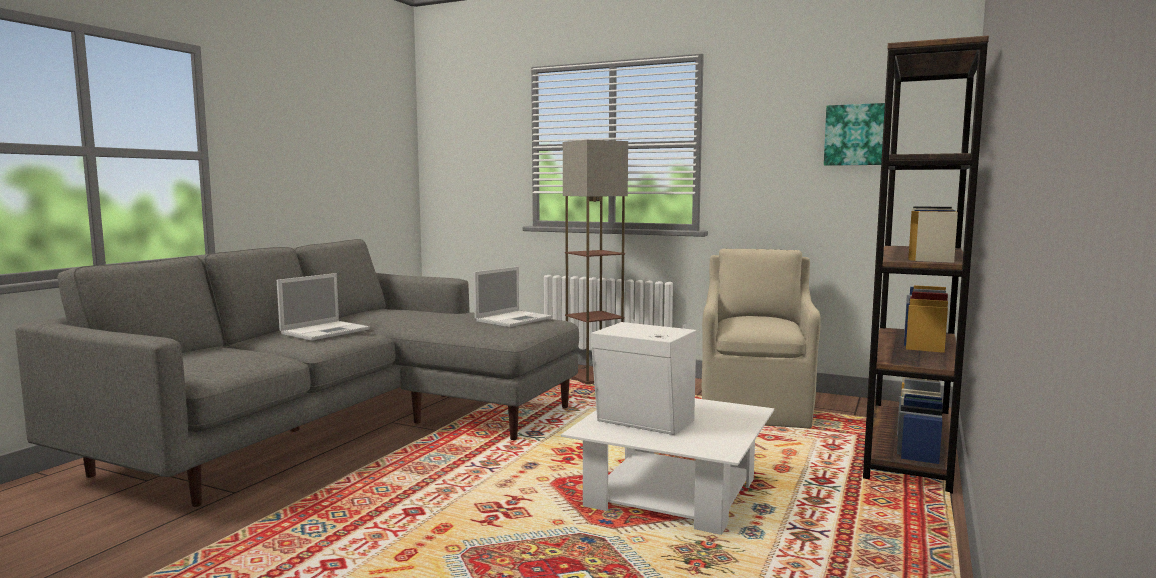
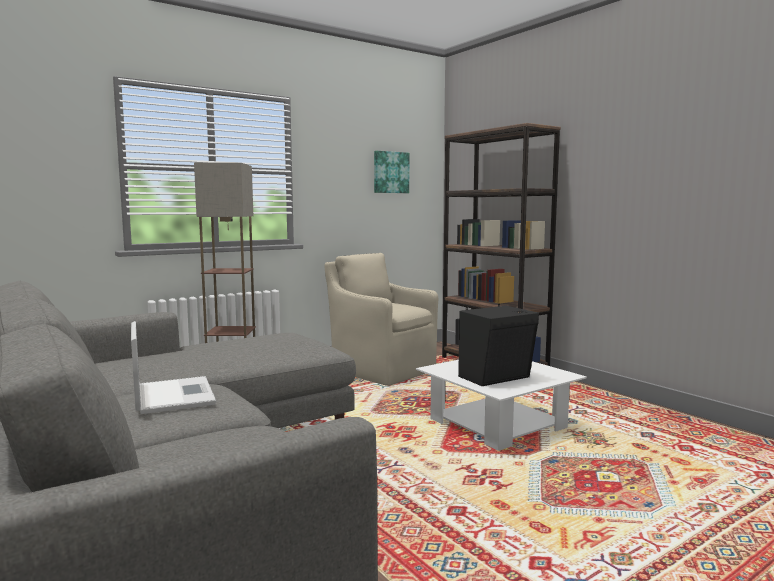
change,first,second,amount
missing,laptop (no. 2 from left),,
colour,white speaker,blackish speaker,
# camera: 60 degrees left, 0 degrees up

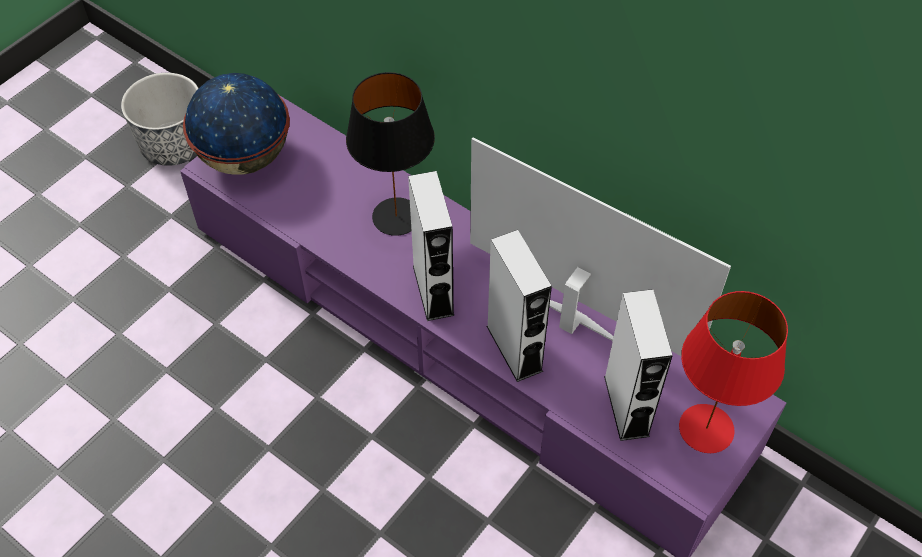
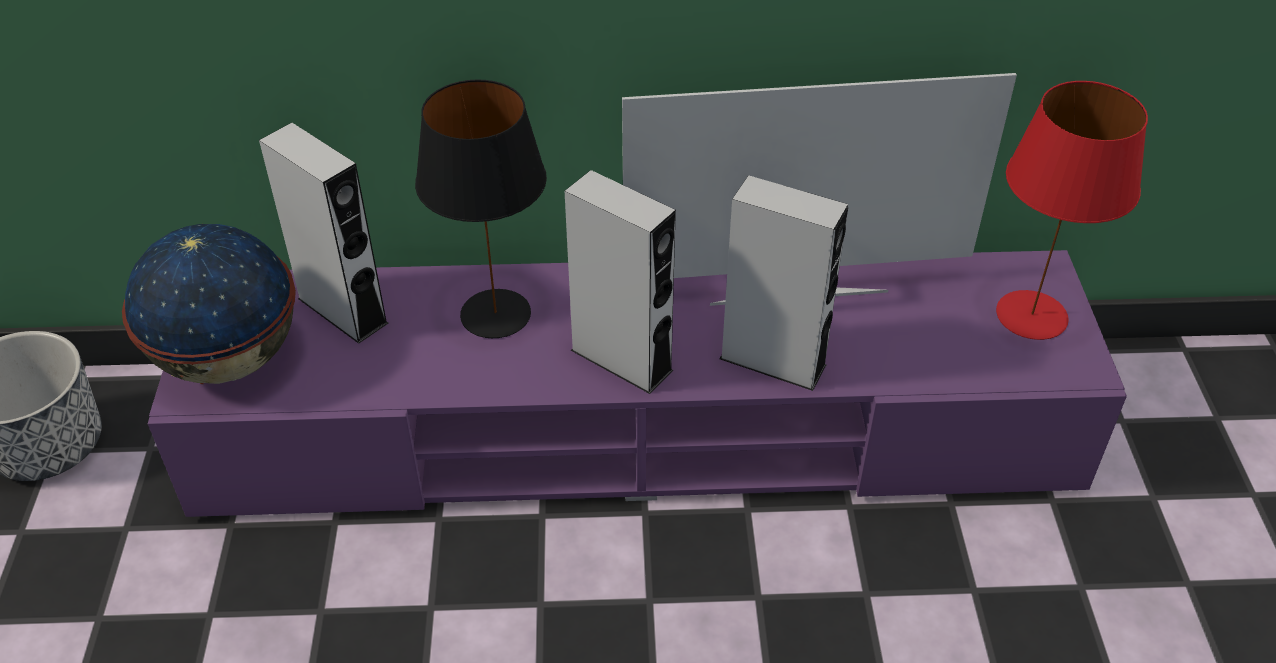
change,first,second,amount
relocated,grey speaker (no. 3 from left in the first image),grey speaker (no. 1 from left),
# camera: 40 degrees left, 10 degrees down

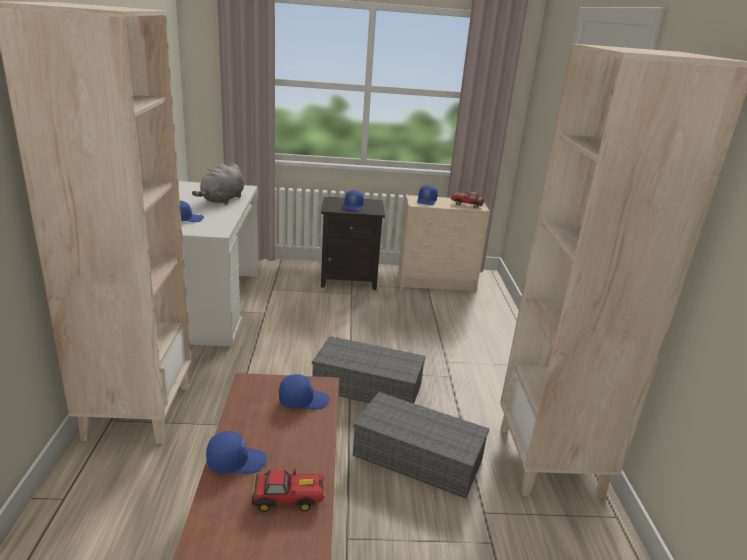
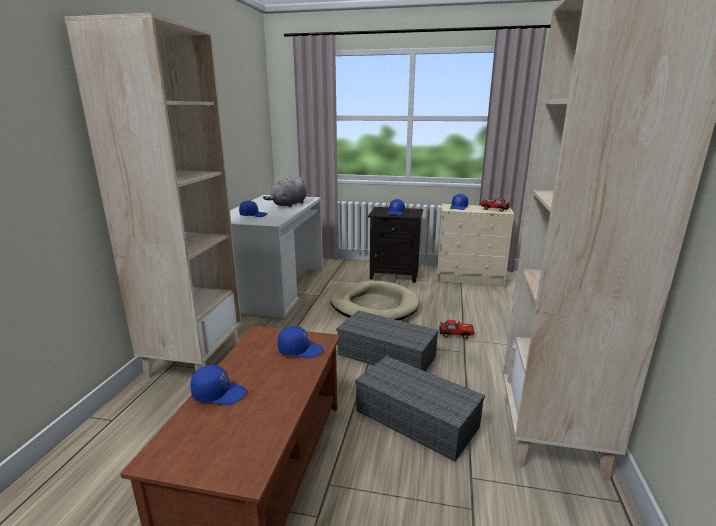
change,first,second,amount
relocated,miniature car (no. 1 from left),,
appeared,,beige-coloured dog bed,
# camera: 15 degrees right, 5 degrees down

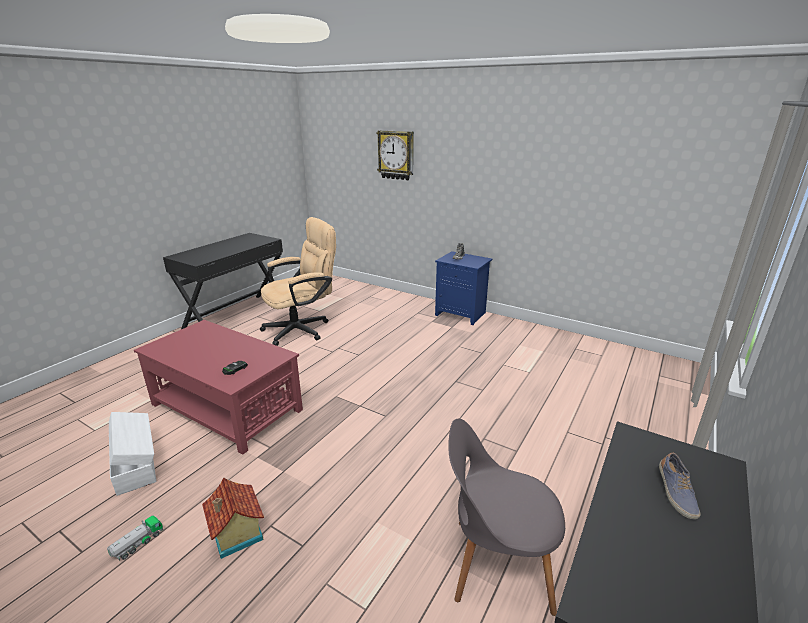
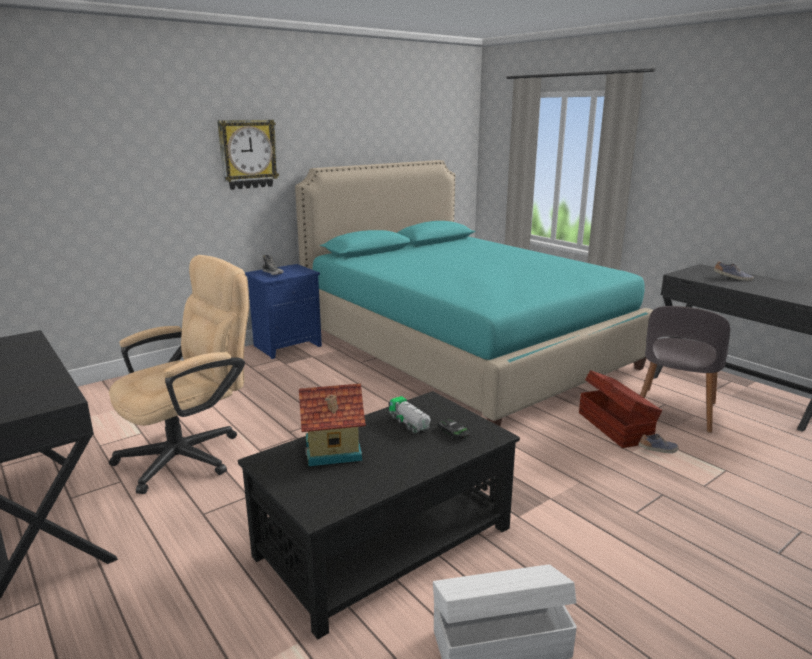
change,first,second,amount
relocated,clock on the wall,,
spun,beige-coloured computer chair,,60 degrees clockwise
colour,red low table,blackish low table,
relocated,toy house,,
relocated,model truck,,
appeared,,blue-green sleeping bed,
appeared,,brown-coloured storage container,
appeared,,item of footwear (no. 2 from left),
# camera: 70 degrees left, 5 degrees down

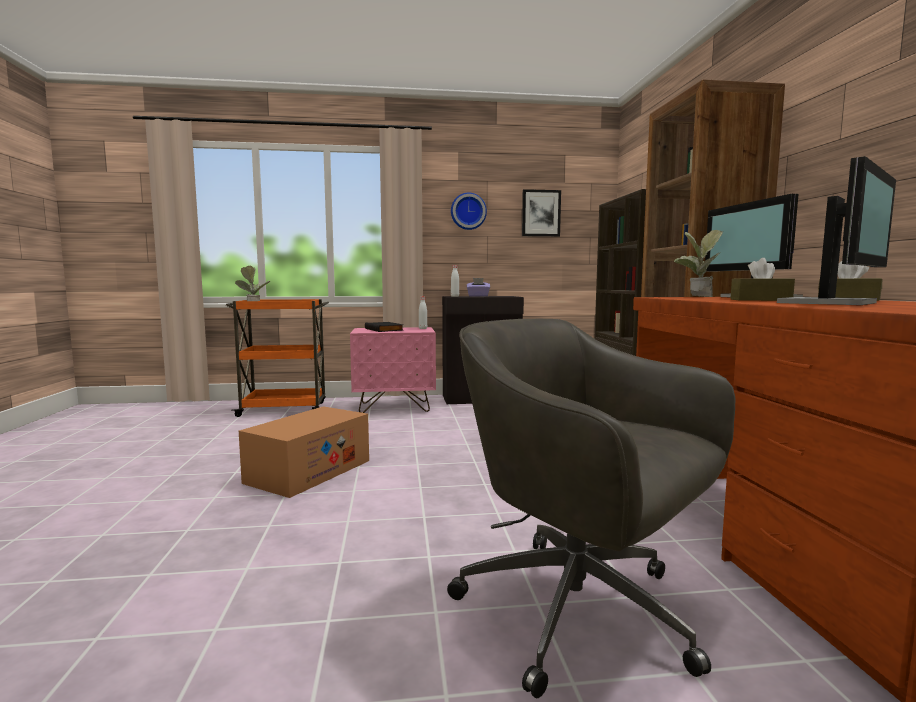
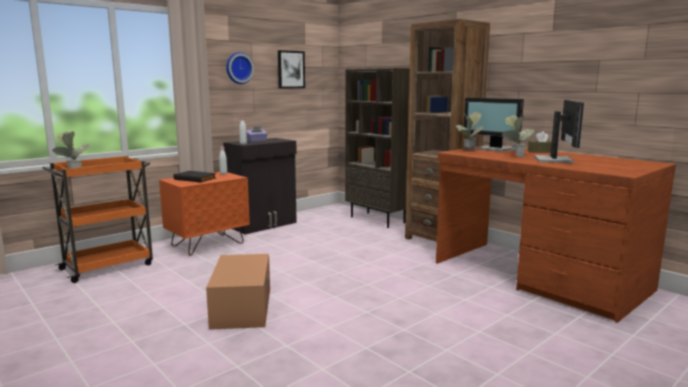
change,first,second,amount
exchanged,brown-coloured tissue holder (no. 1 from left),potted plant (no. 3 from left),
missing,grey computer chair,,
colour,pink bedside table,orange-coloured bedside table,
# camera: 35 degrees left, 5 degrees up

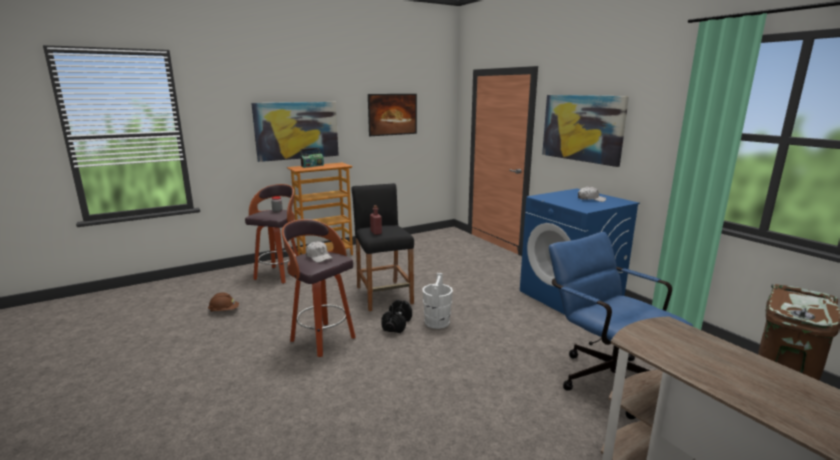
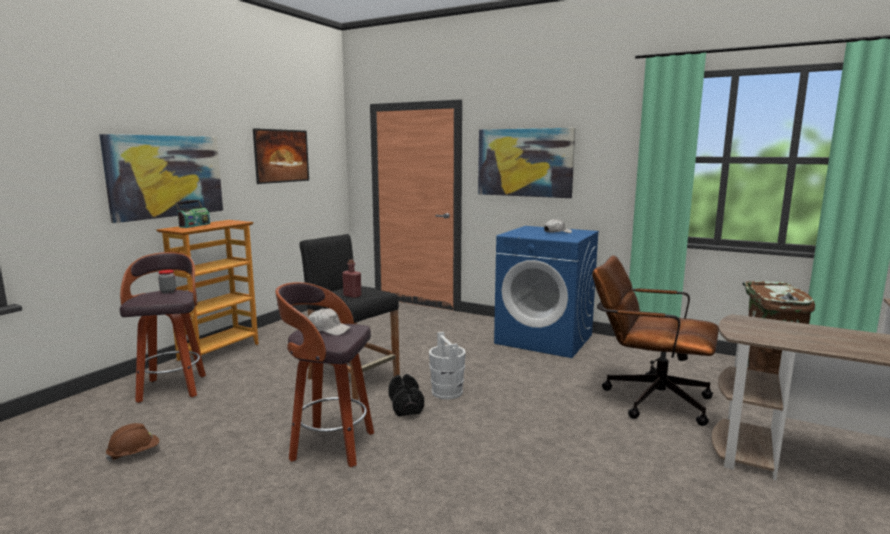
change,first,second,amount
colour,blue-coloured computer chair,brown-coloured computer chair,
# camera: 30 degrees left, 5 degrees down

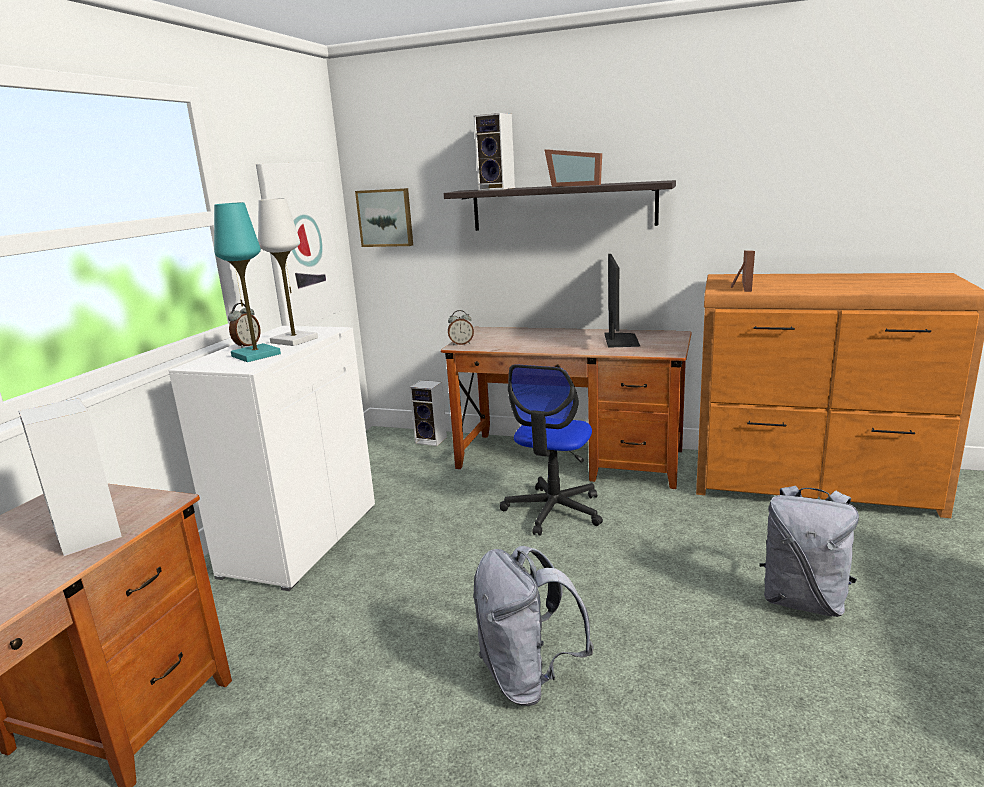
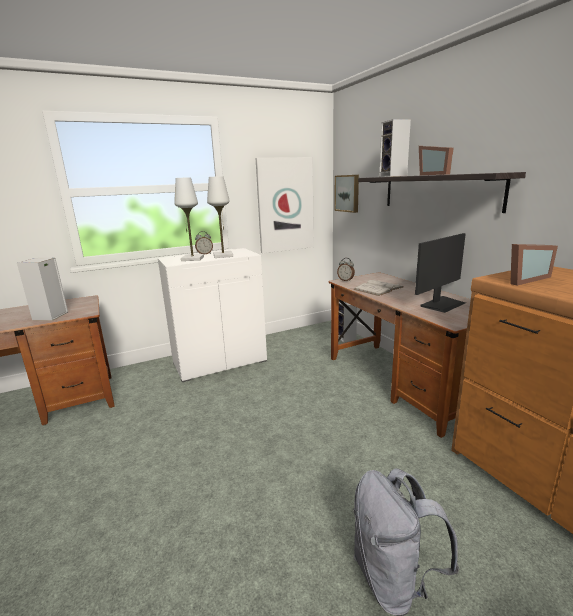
change,first,second,amount
colour,blue-green lamp for a table,white lamp for a table (no. 1 from left),
missing,computer chair,,
missing,grey knapsack (no. 1 from left),,
appeared,,white volume,
# camera: 45 degrees right, 0 degrees up

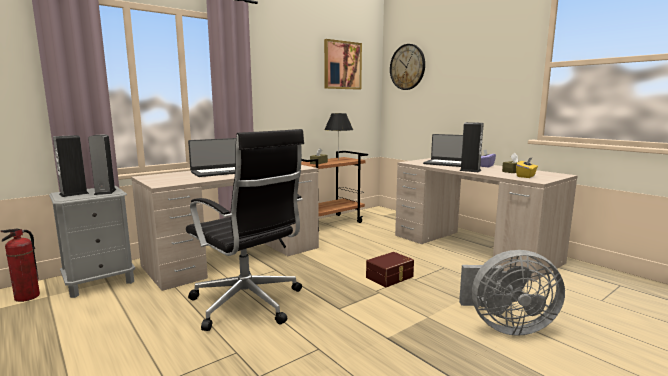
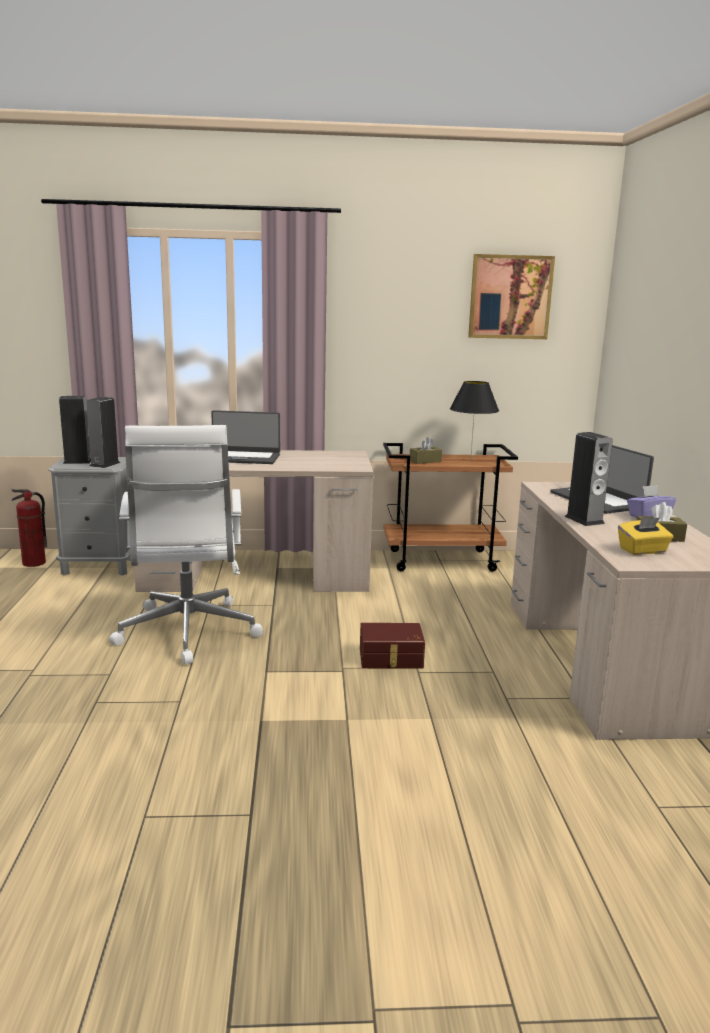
change,first,second,amount
missing,clock on the wall,,
colour,blackish computer chair,white computer chair,
missing,grey fan,,
# camera: 35 degrees right, 5 degrees up

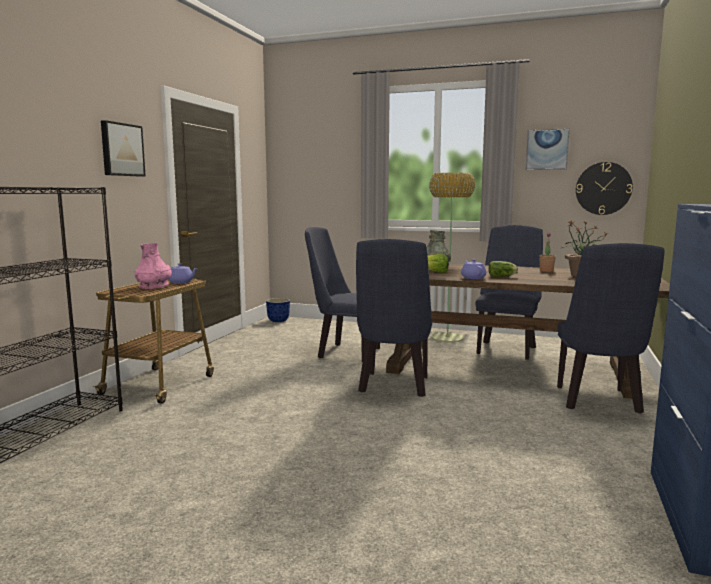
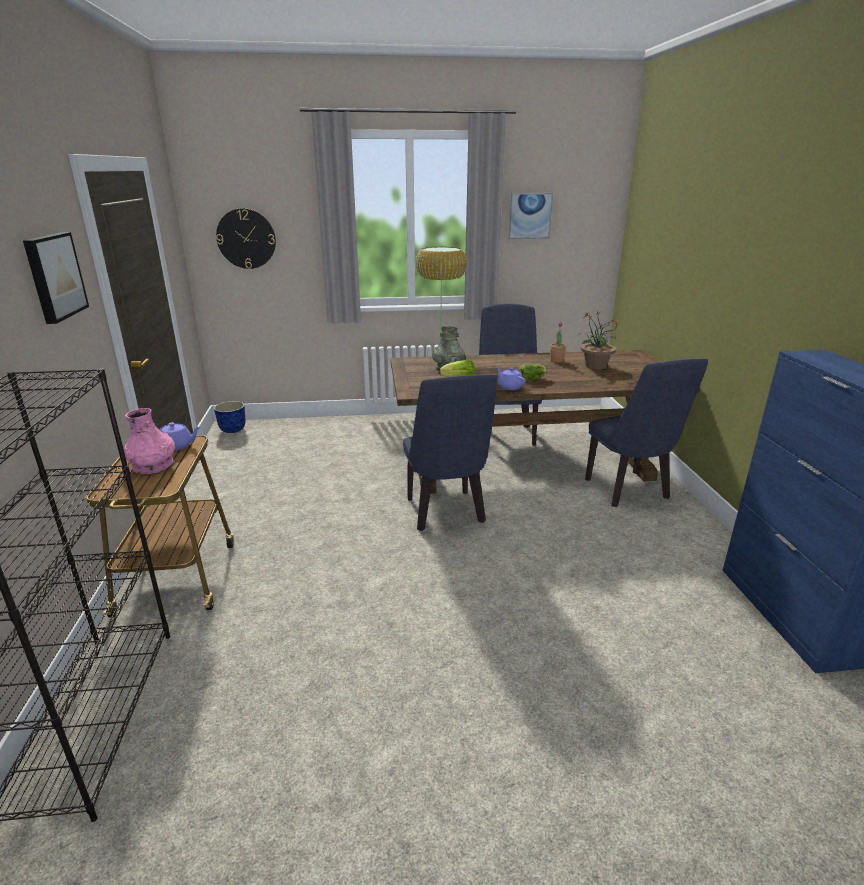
change,first,second,amount
relocated,clock on the wall,,
missing,blue-coloured plain chair (no. 1 from left),,
# camera: 25 degrees left, 15 degrees up

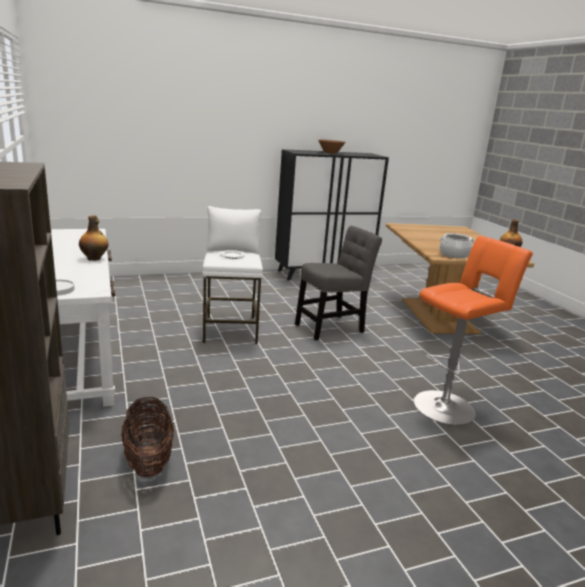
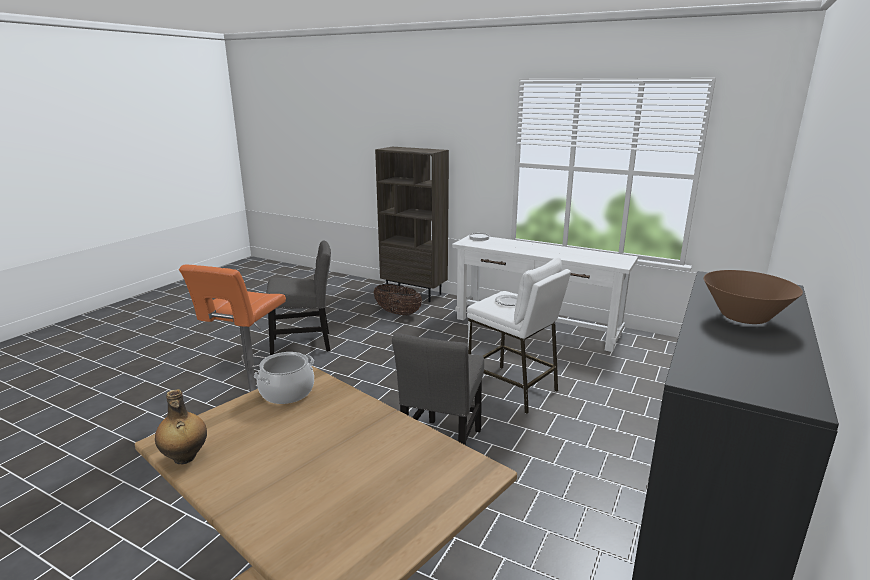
change,first,second,amount
missing,bottle (no. 1 from left),,
appeared,,grey plain chair (no. 1 from left),
# camera: 140 degrees right, 0 degrees up

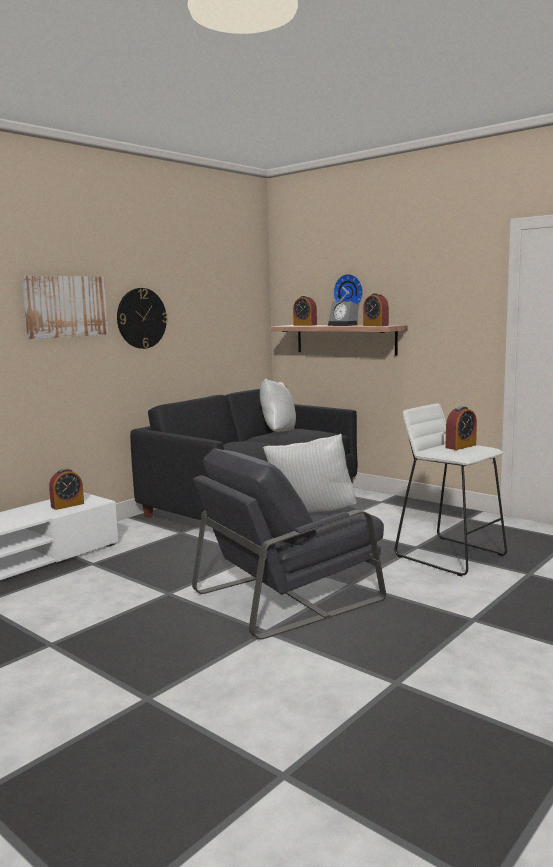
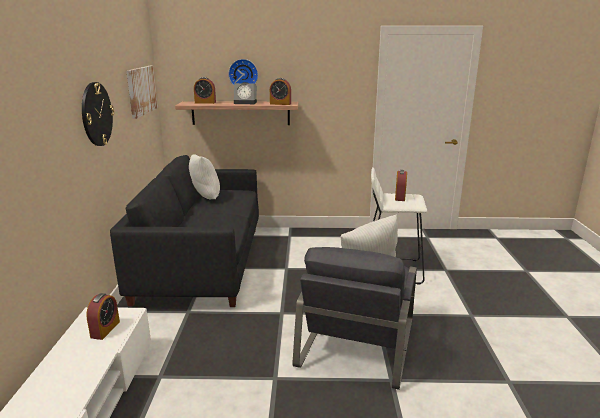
change,first,second,amount
relocated,wall art,,
# camera: 40 degrees left, 10 degrees up

